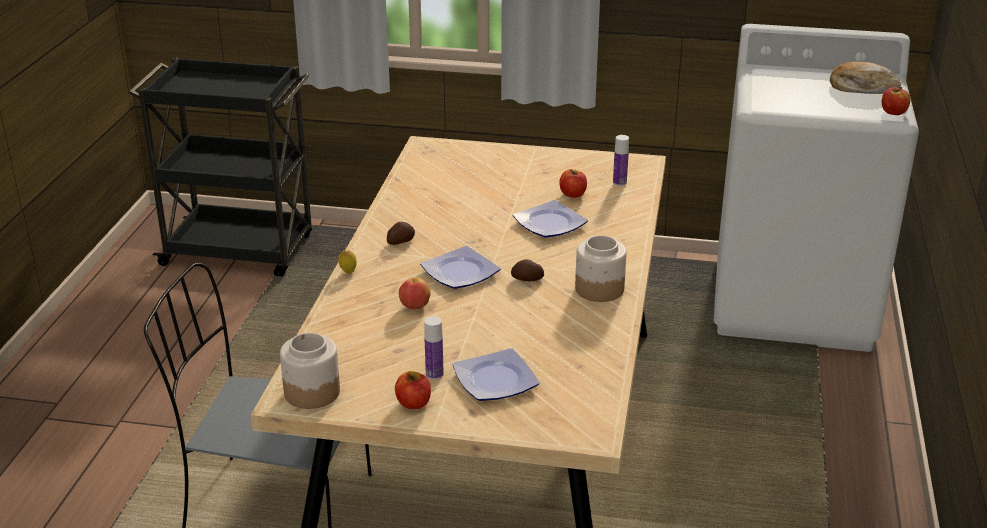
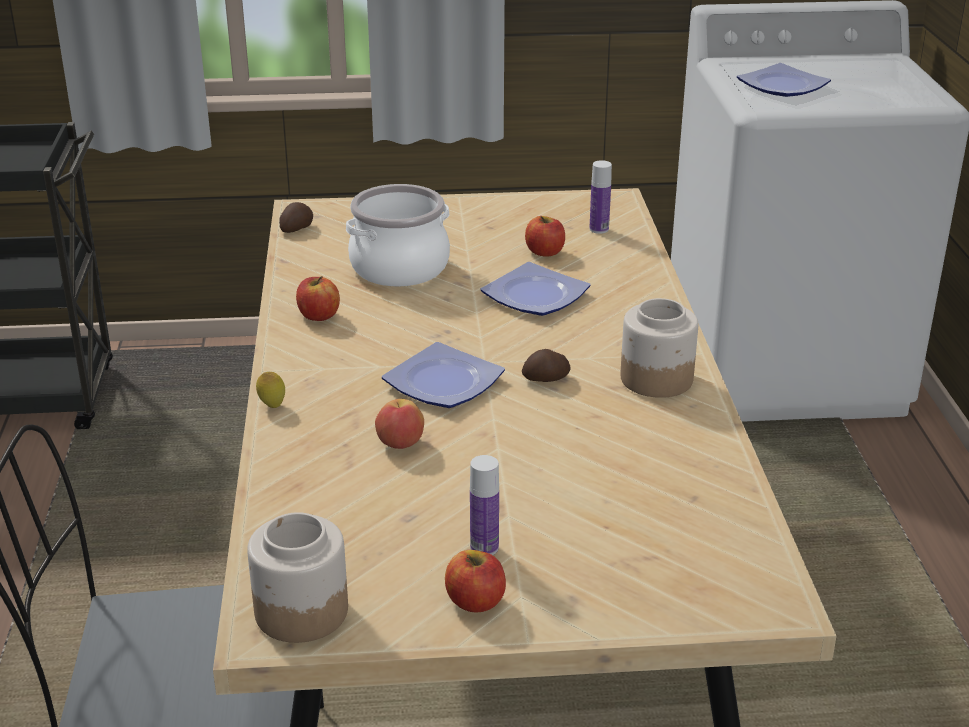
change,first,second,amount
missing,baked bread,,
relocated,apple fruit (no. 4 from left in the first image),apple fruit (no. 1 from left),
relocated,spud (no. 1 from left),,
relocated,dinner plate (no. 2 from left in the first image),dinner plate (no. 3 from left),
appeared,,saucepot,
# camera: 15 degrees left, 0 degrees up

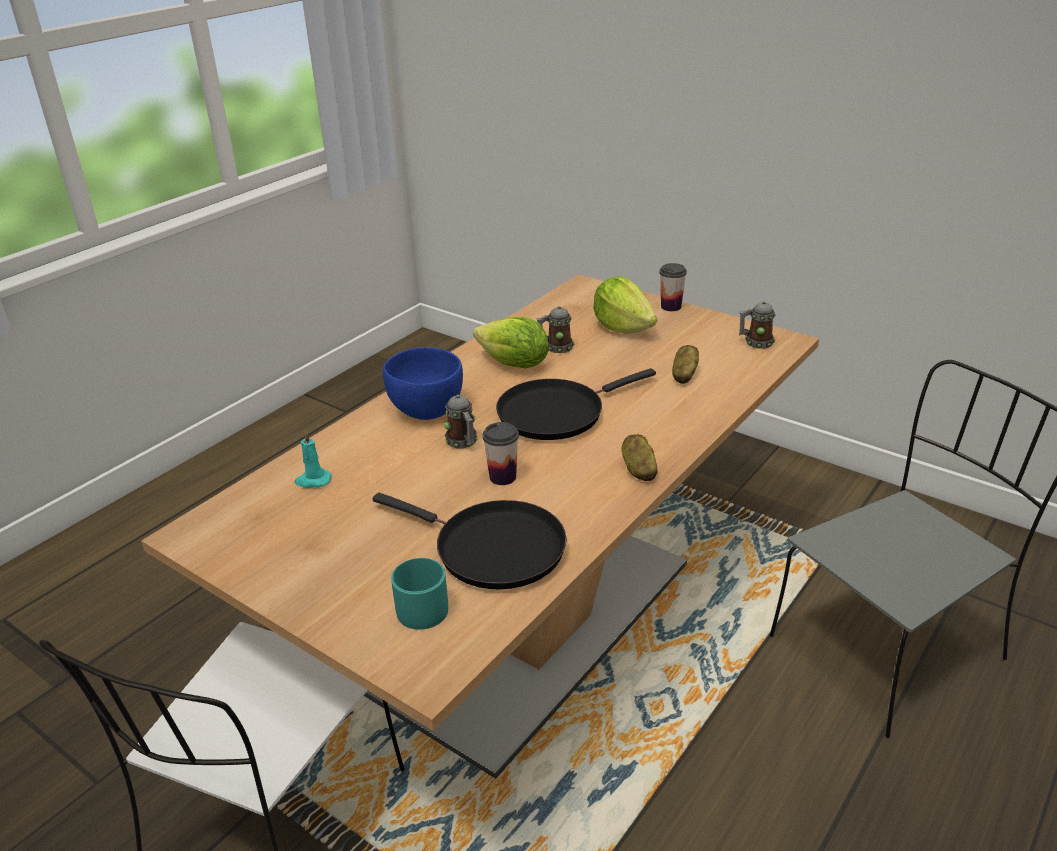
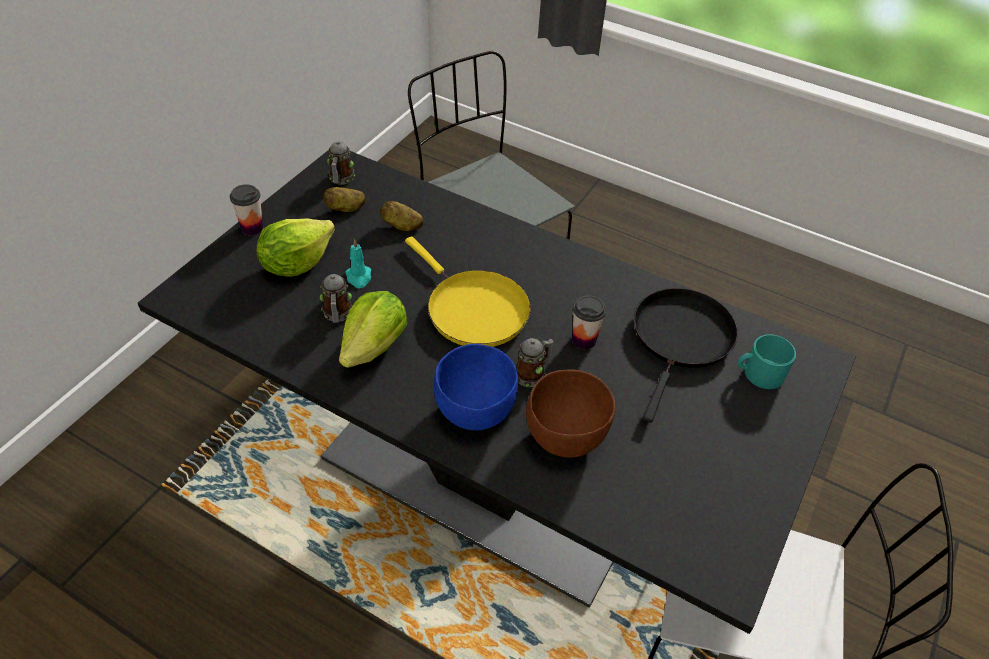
change,first,second,amount
colour,beige-coloured dining table,blackish dining table,
colour,blackish frying pan (no. 2 from left),yellow frying pan,
relocated,blue-green candle,,
relocated,spud (no. 1 from left),,
appeared,,brown-coloured deep dish,
# camera: 100 degrees left, 15 degrees up

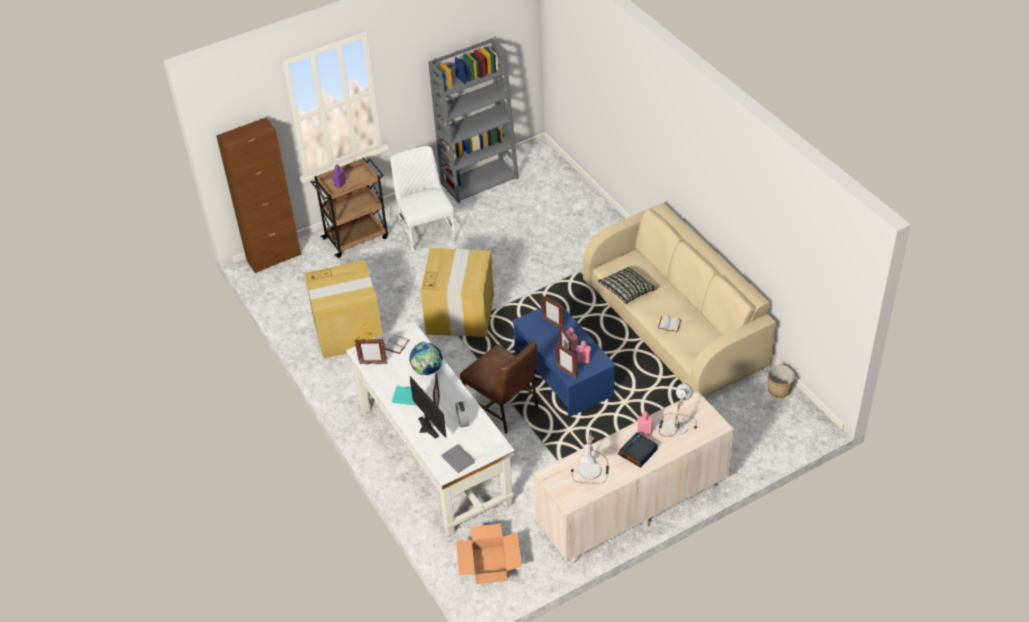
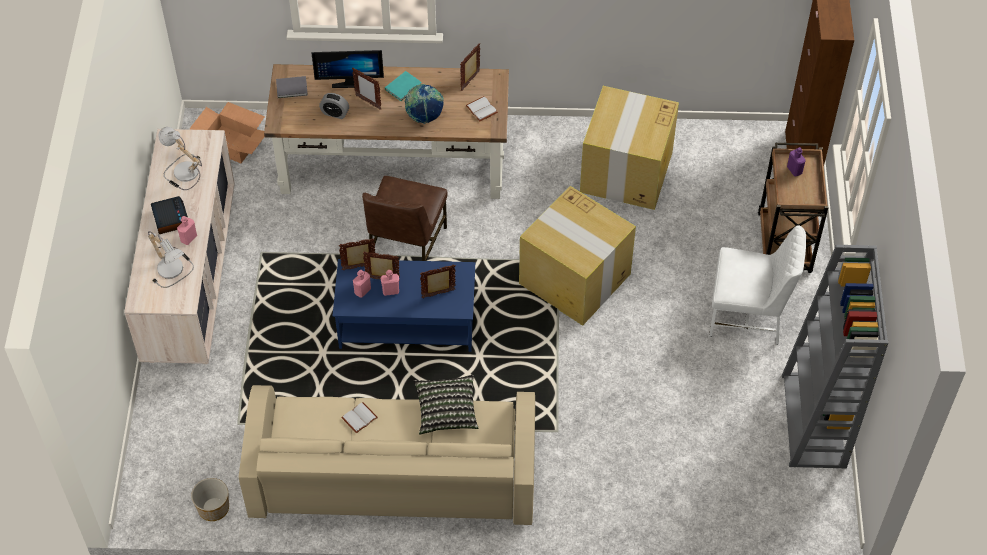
change,first,second,amount
colour,white desk unit,brown-coloured desk unit,
spun,brown-coloured plain chair,,60 degrees counterclockwise
# camera: 120 degrees right, 10 degrees up

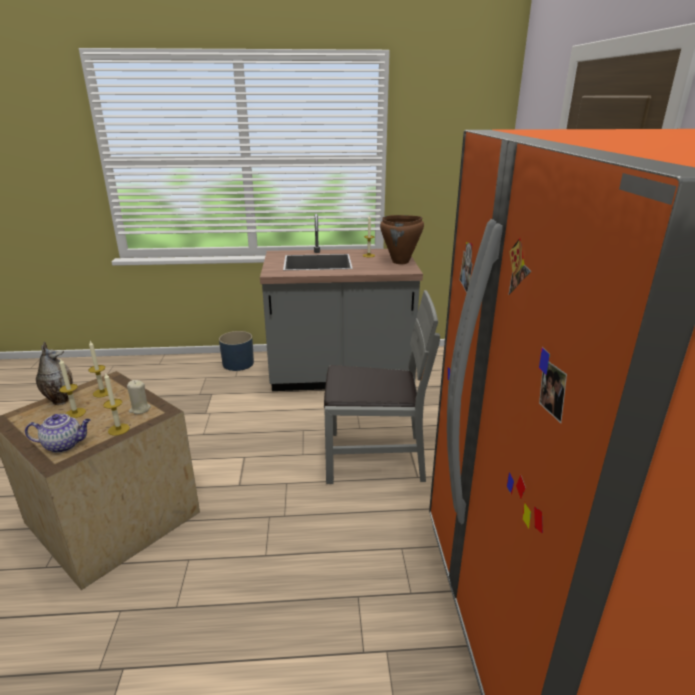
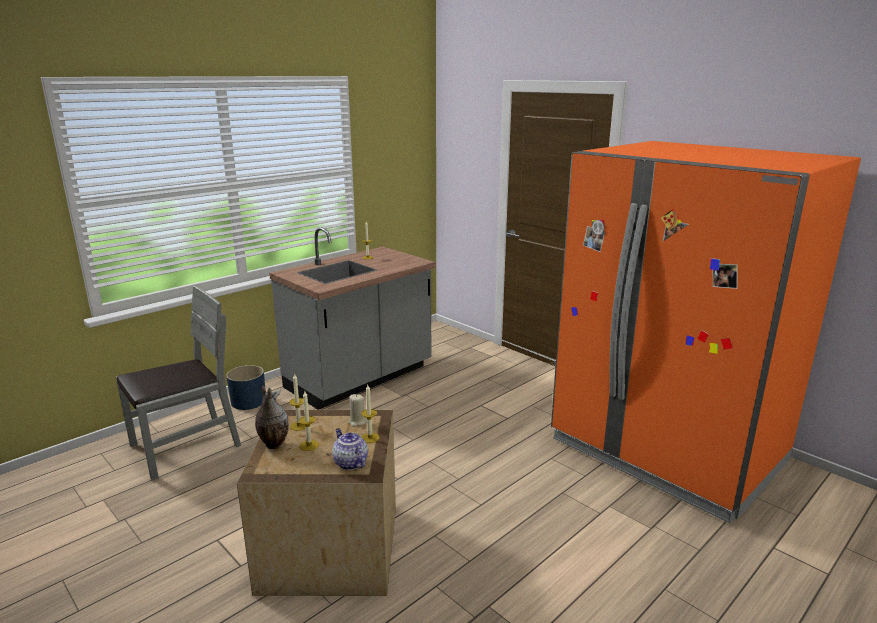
change,first,second,amount
missing,brown-coloured saucepot,,
relocated,grey plain chair,,
spun,pot for tea,,75 degrees counterclockwise
# camera: 40 degrees left, 5 degrees down

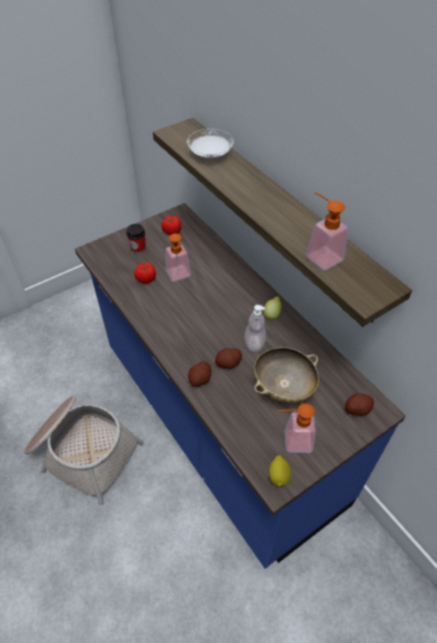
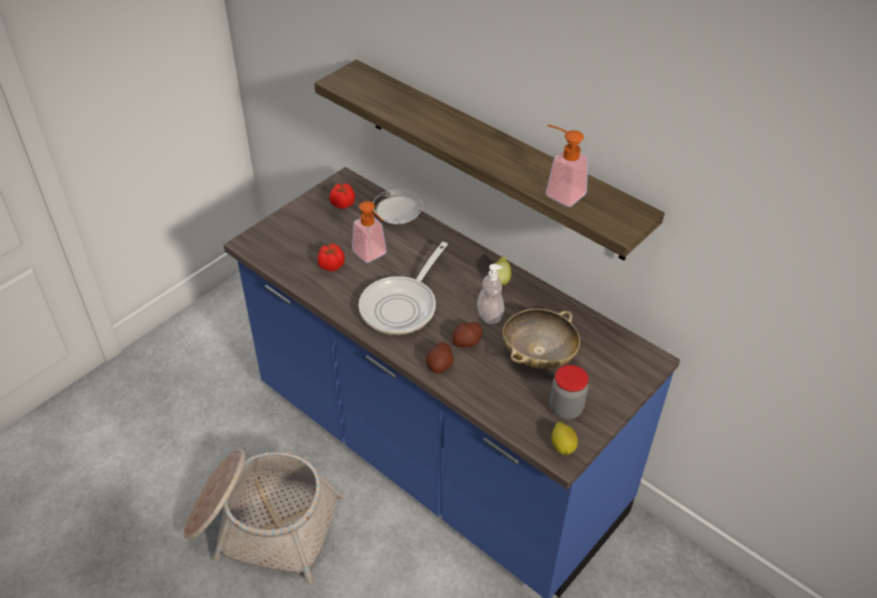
change,first,second,amount
relocated,white dinner plate,,
missing,drinking cup,,
missing,spud (no. 3 from left),,
exchanged,soap dispenser (no. 3 from left),storage jar,
appeared,,frying pan,
# camera: 15 degrees left, 5 degrees down

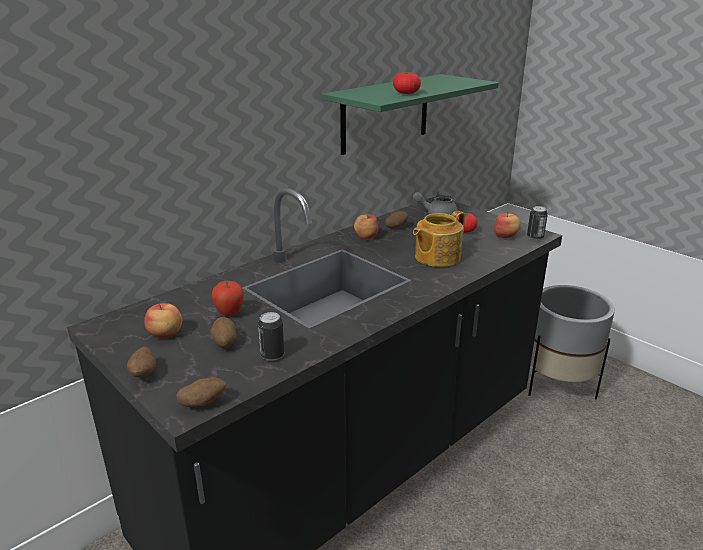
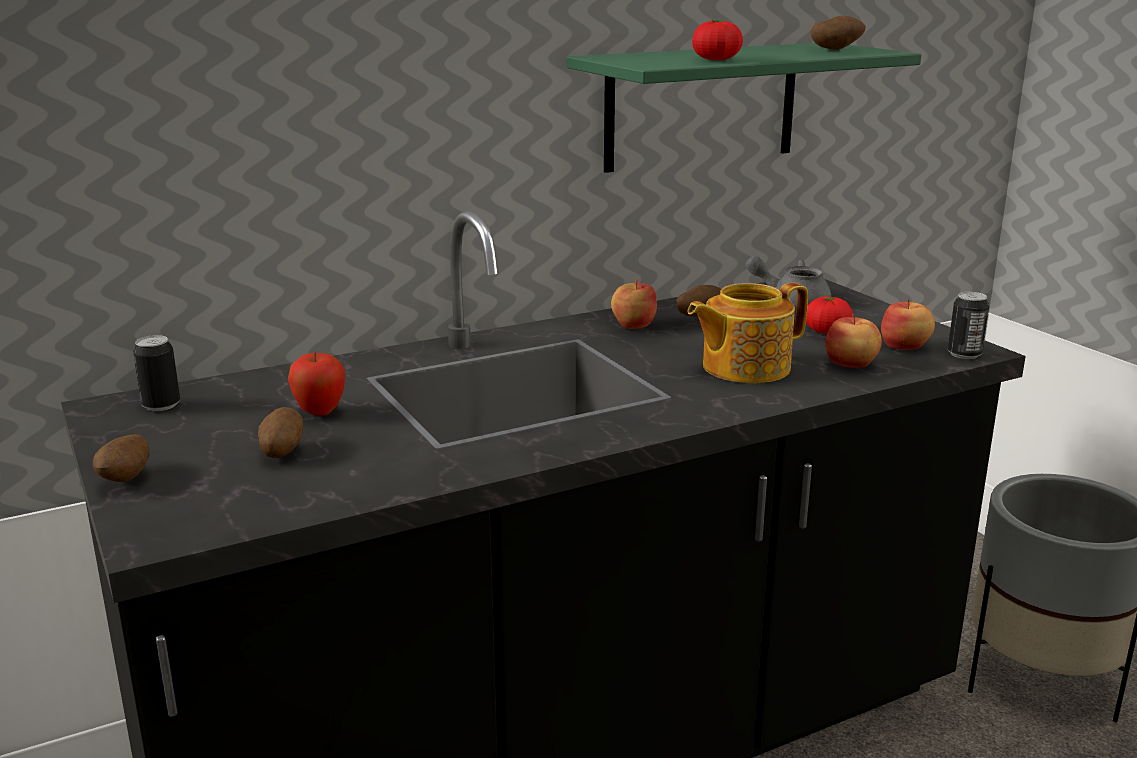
change,first,second,amount
relocated,apple fruit (no. 1 from left in the first image),apple fruit (no. 3 from left),
relocated,can (no. 1 from left),,
relocated,spud (no. 2 from left in the first image),spud (no. 4 from left),
# camera: 15 degrees right, 5 degrees down

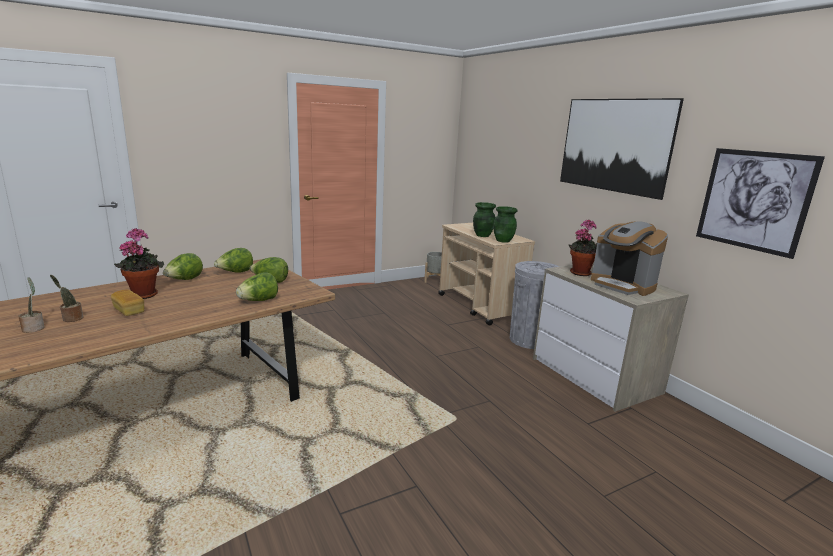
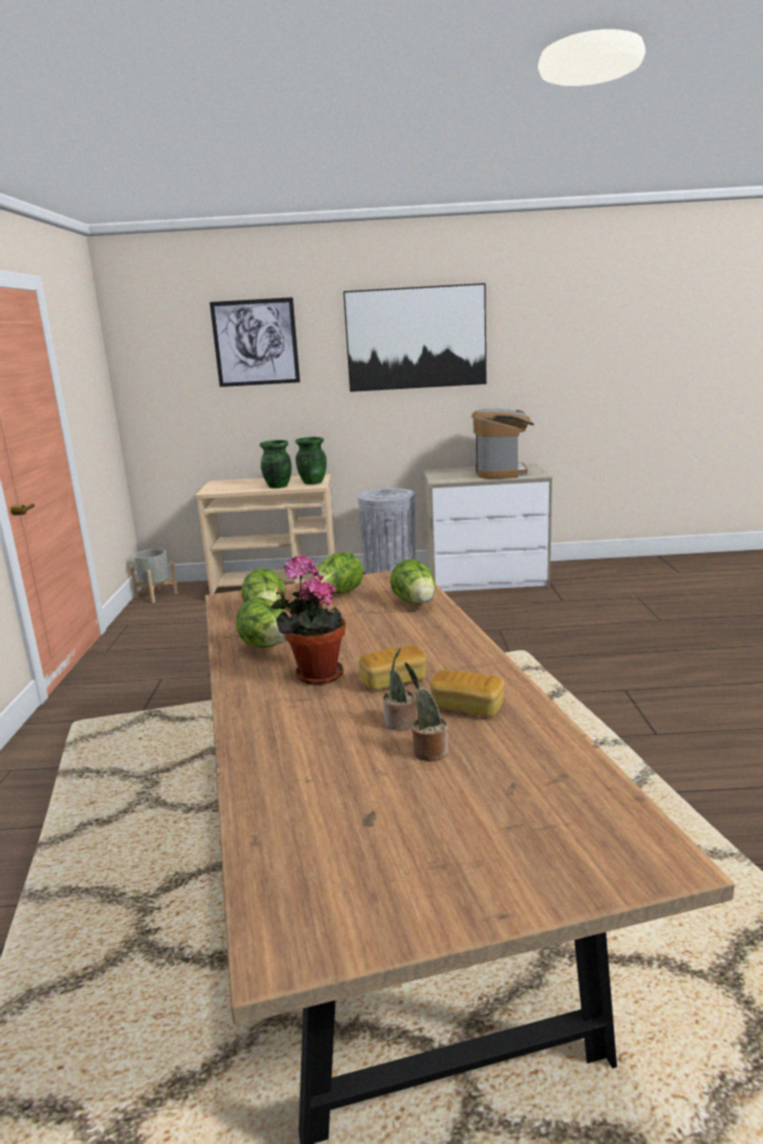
change,first,second,amount
relocated,wall art (no. 2 from left in the first image),wall art (no. 1 from left),
missing,potted plant (no. 4 from left),,
spun,coffee maker,,75 degrees counterclockwise
appeared,,baked bread (no. 2 from left),
# camera: 60 degrees left, 0 degrees up

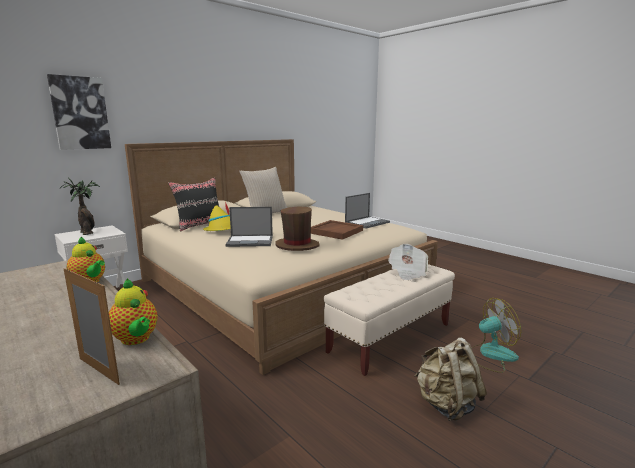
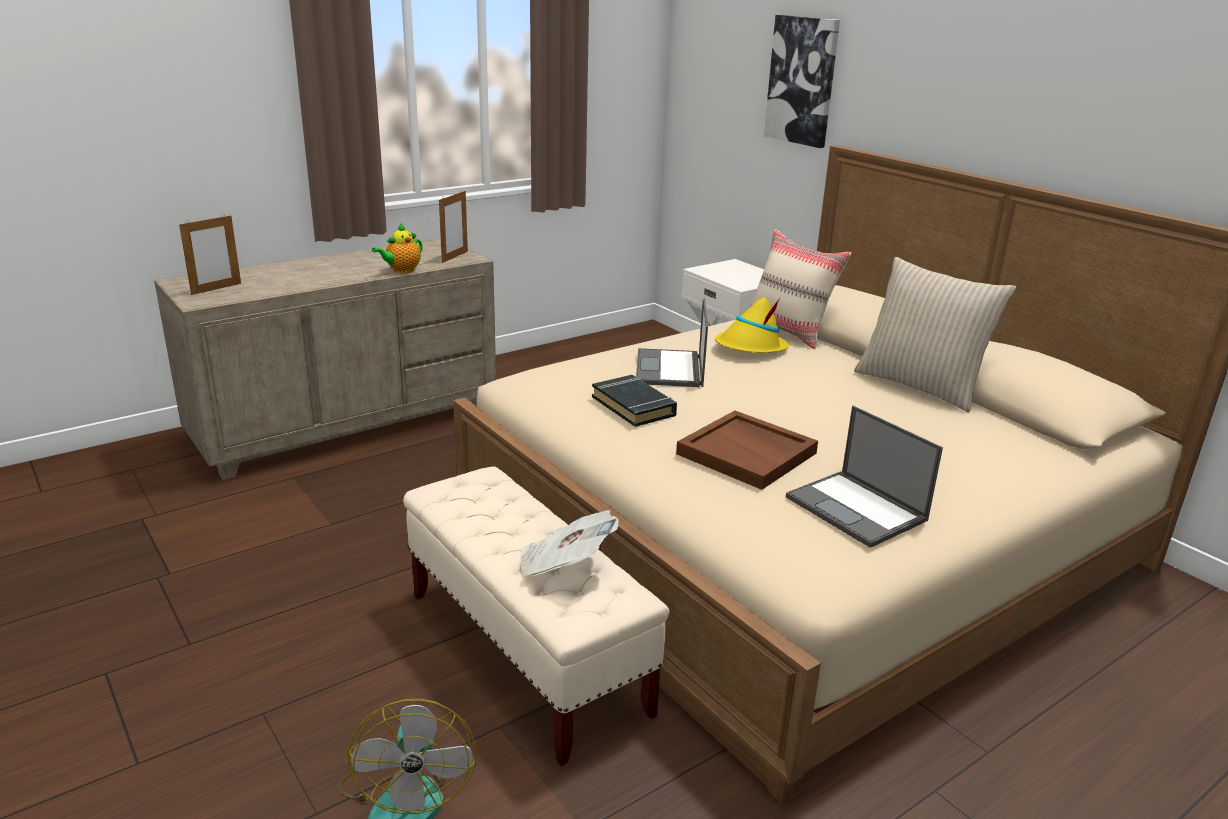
change,first,second,amount
missing,potted plant,,
colour,blackish cushion,beige-coloured cushion (no. 1 from left),
exchanged,brown-coloured clothing hat,blackish volume,
missing,pot for tea (no. 2 from left),,
missing,beige-coloured knapsack,,
appeared,,standing frame (no. 2 from left),
# camera: 95 degrees right, 10 degrees up

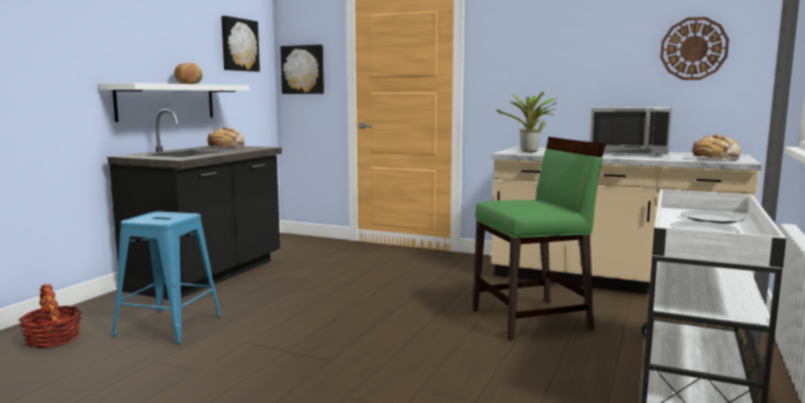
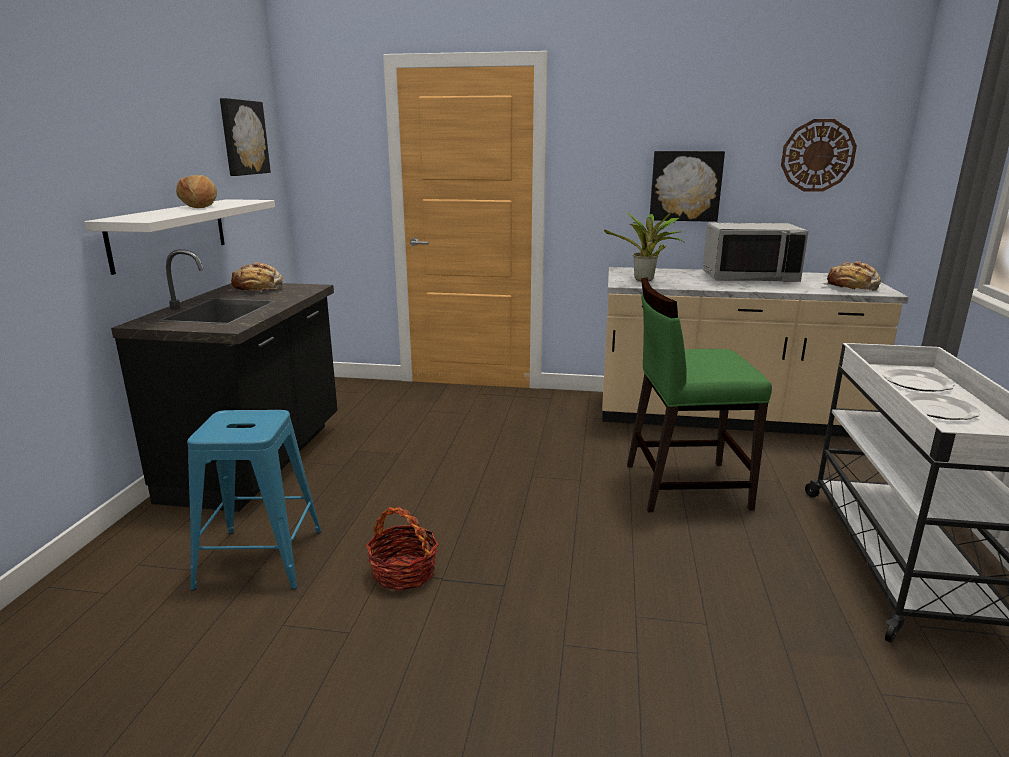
change,first,second,amount
relocated,wall art (no. 2 from left),,
spun,green plain chair,,150 degrees counterclockwise
relocated,storage basket,,
# camera: 15 degrees left, 10 degrees up

